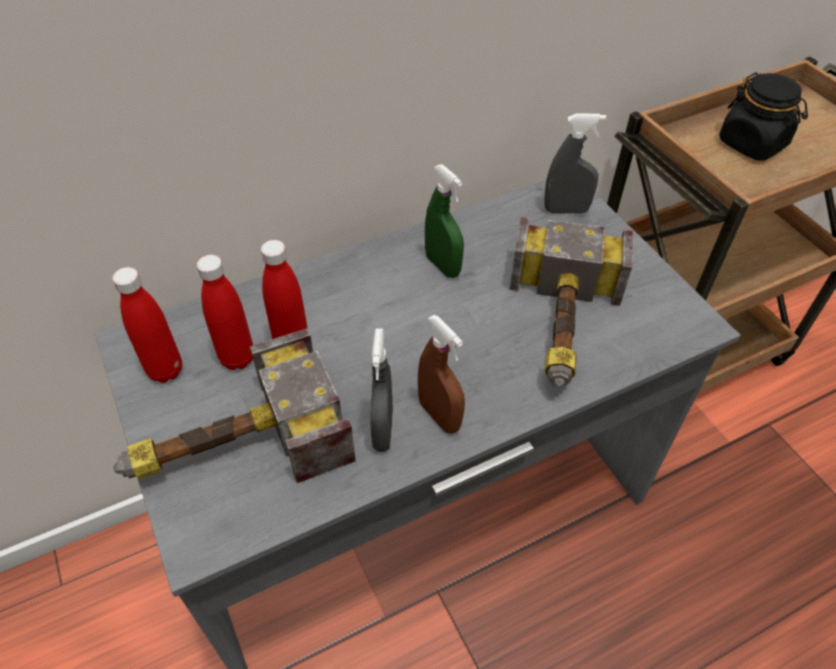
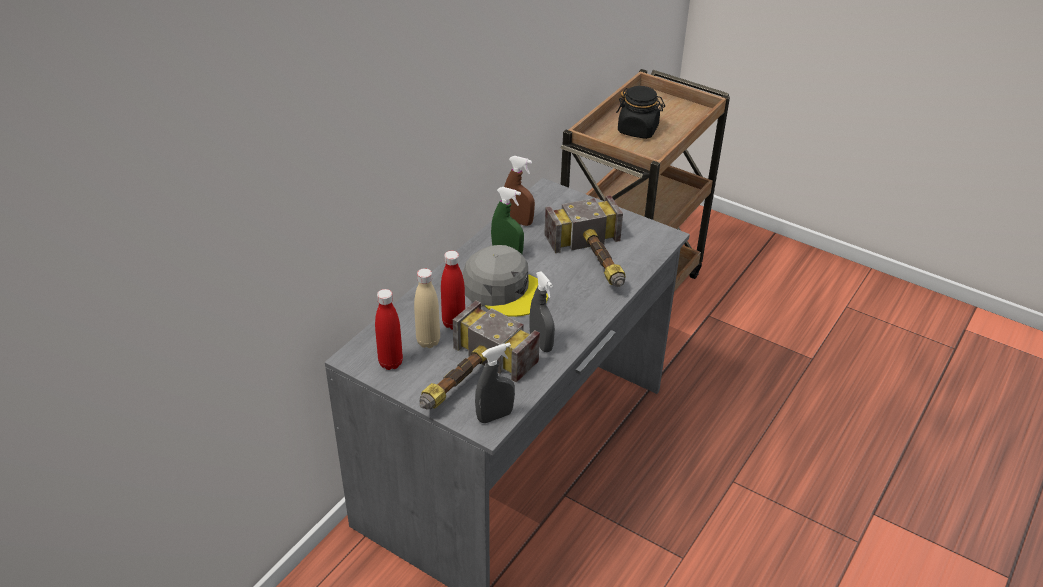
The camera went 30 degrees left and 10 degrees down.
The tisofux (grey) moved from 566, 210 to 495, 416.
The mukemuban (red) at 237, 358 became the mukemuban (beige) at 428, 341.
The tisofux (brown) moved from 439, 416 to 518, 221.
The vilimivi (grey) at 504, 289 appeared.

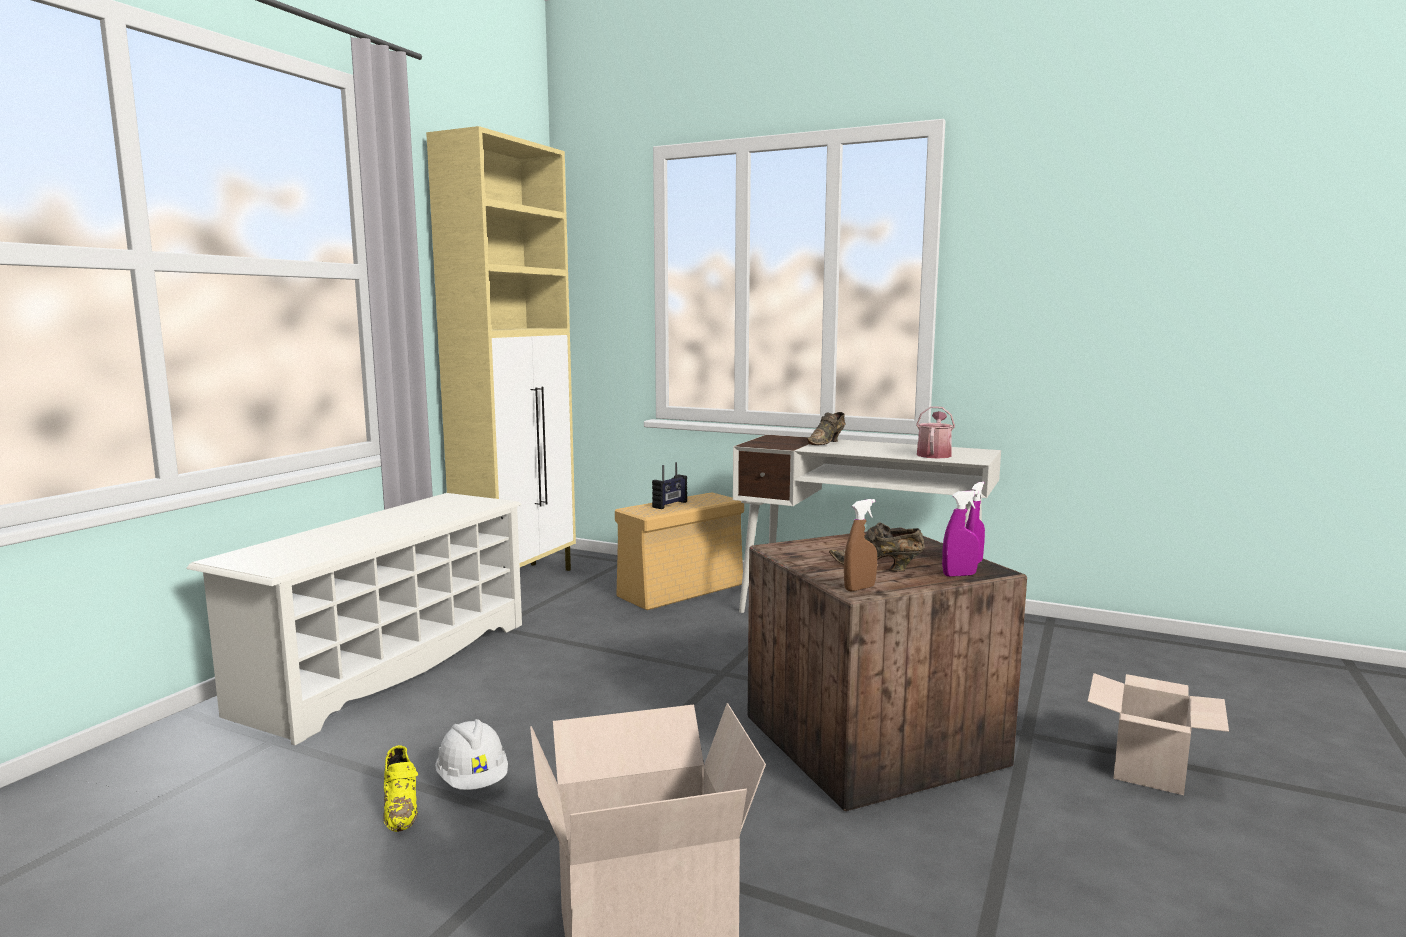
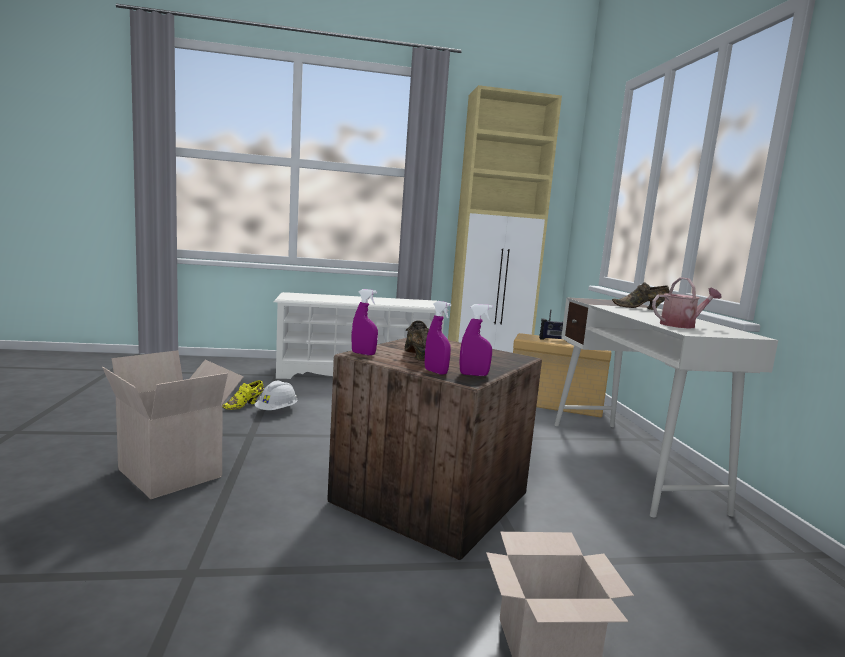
The camera went 55 degrees right and 0 degrees up.
The tisofux (brown) at 859, 588 became the tisofux (purple) at 363, 354.

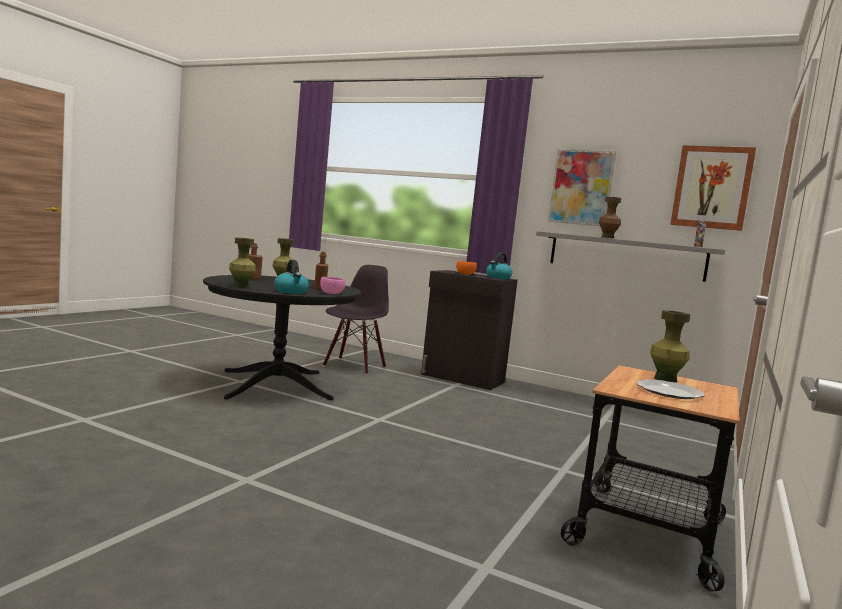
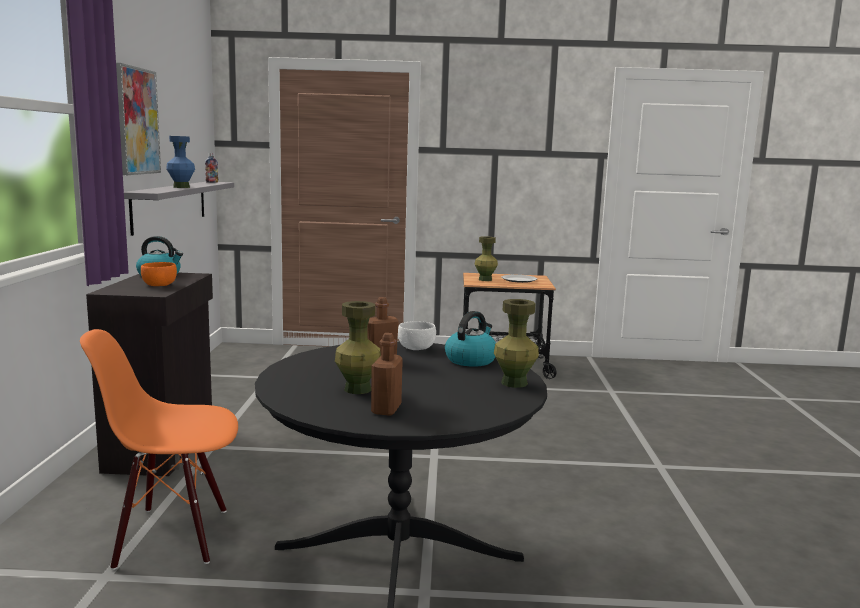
The camera went 115 degrees left and 5 degrees up.
The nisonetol at 712, 187 disappeared.
The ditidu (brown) at 607, 237 became the ditidu (blue) at 181, 187.
The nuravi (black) at 354, 366 became the nuravi (orange) at 173, 536.
The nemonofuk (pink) at 332, 293 became the nemonofuk (white) at 415, 348.

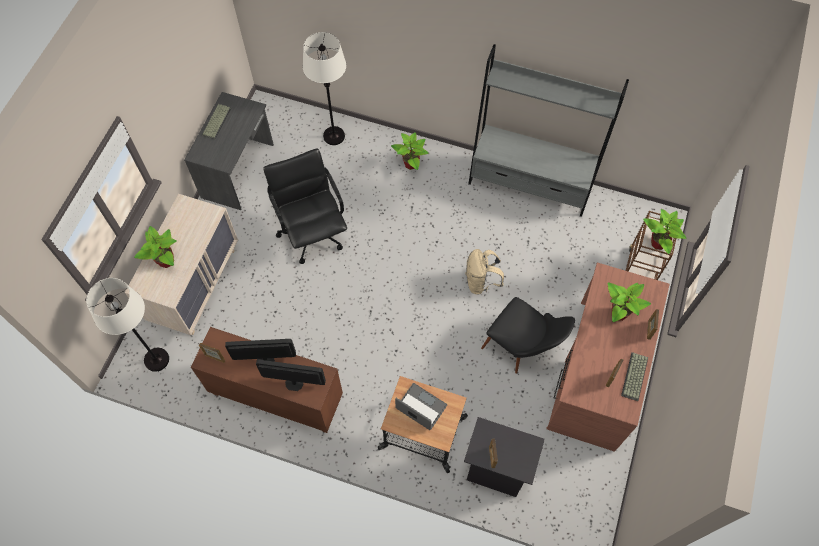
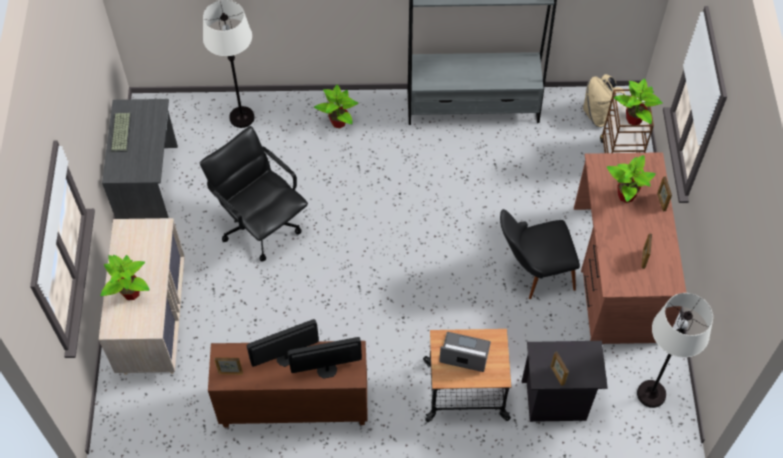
The camera went 20 degrees left and 5 degrees down.
The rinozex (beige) moved from 481, 282 to 599, 115.
The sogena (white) moved from 156, 360 to 651, 394.
The nuravi (black) at 522, 348 turned 150 degrees clockwise.
The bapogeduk at 635, 377 disappeared.

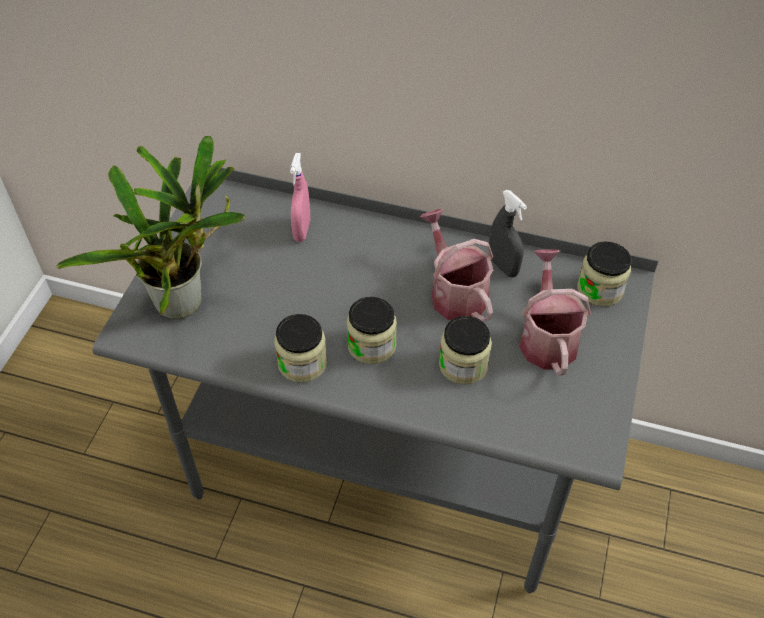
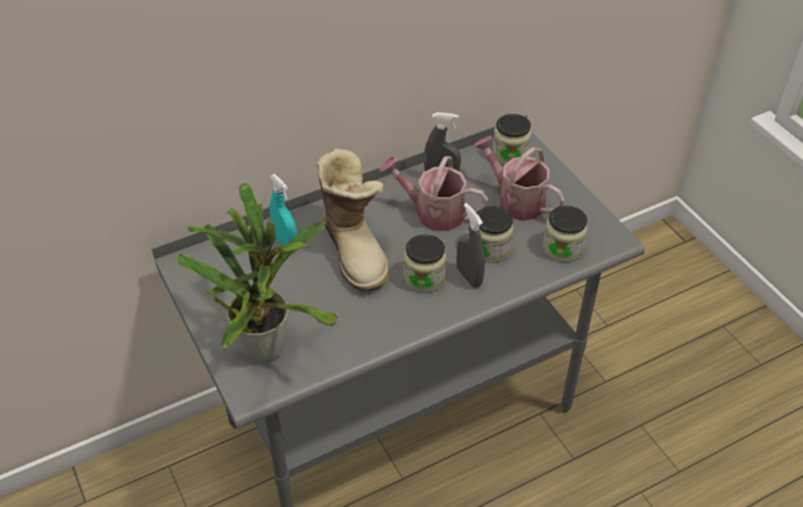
The camera went 45 degrees left and 5 degrees down.
The tisofux (pink) at 302, 230 became the tisofux (turquoise) at 286, 243.
The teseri moved from 302, 363 to 562, 248.
The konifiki at 356, 250 appeared.
The tisofux (grey) at 469, 277 appeared.

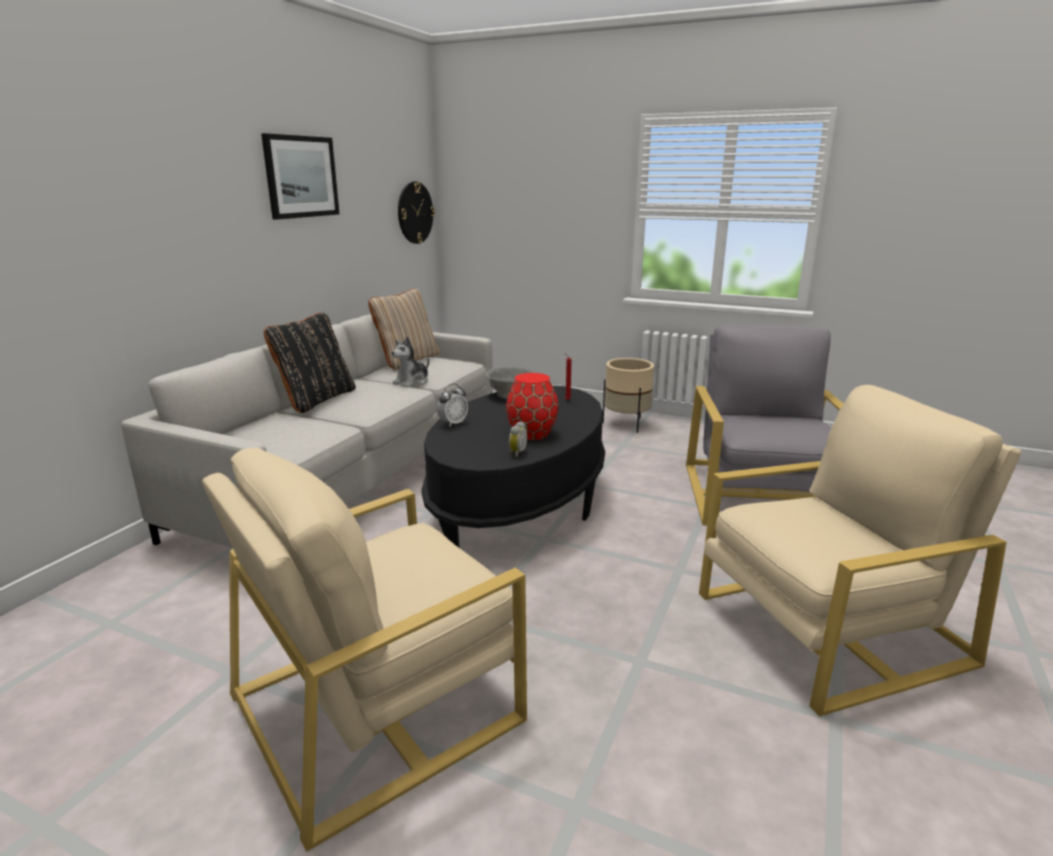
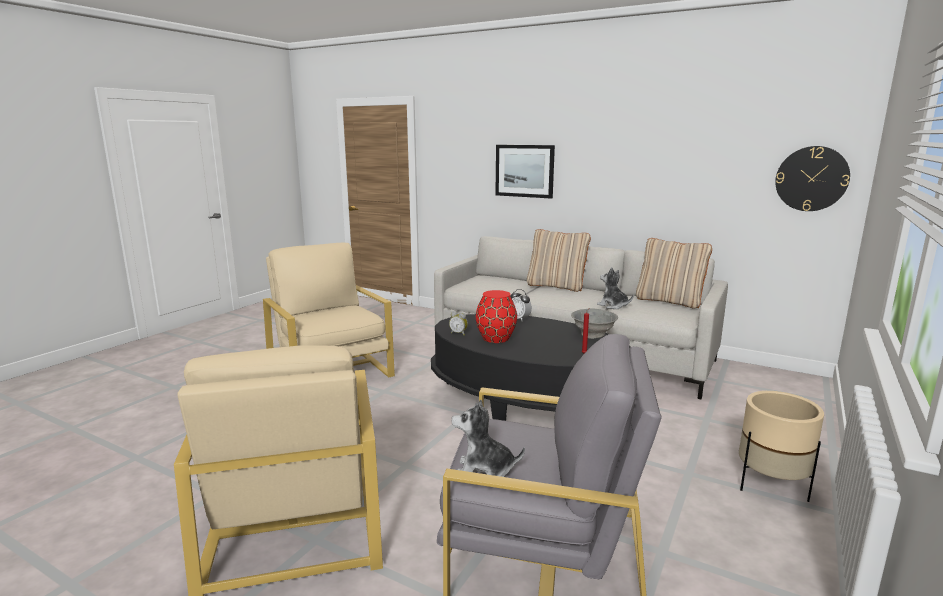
The camera went 95 degrees right and 5 degrees down.
The nisonetol moved from 301, 177 to 524, 171.
The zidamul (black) at 316, 400 became the zidamul (beige) at 556, 286.
The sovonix at 484, 471 appeared.

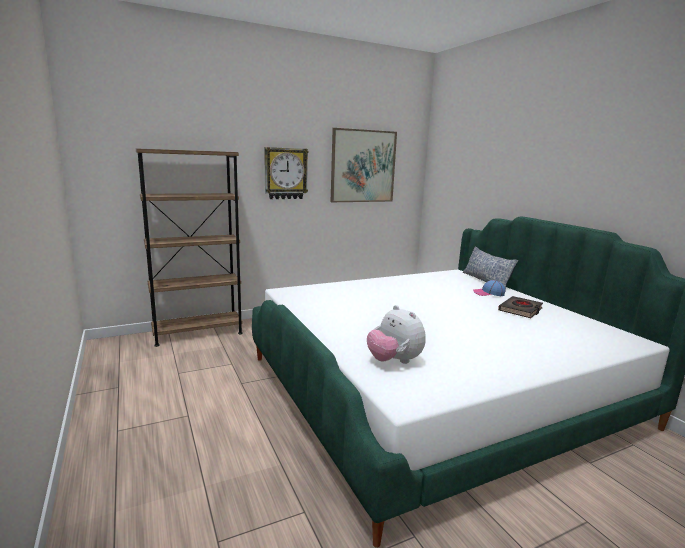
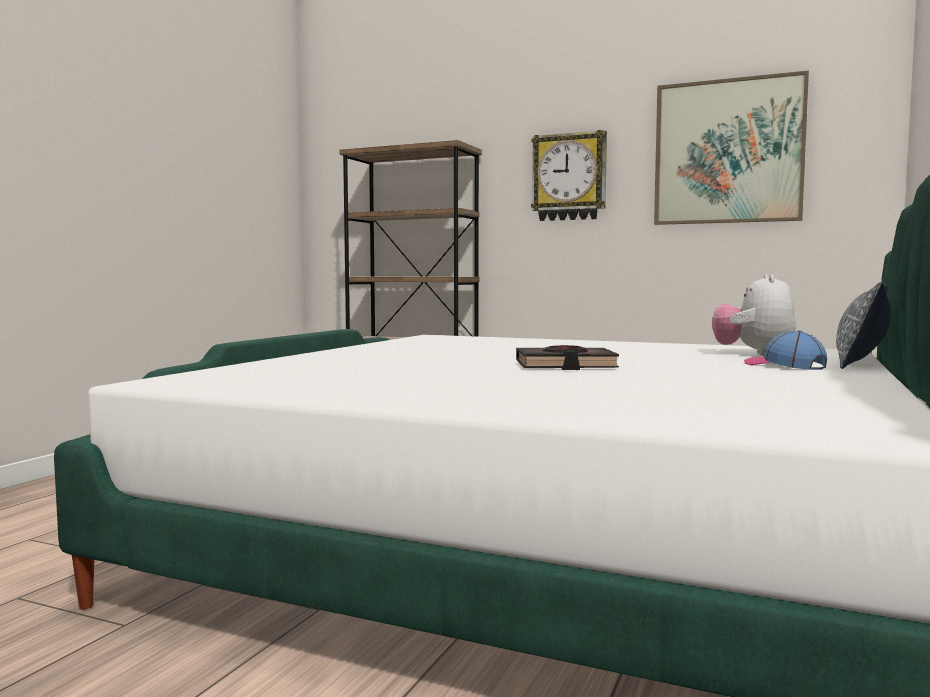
The camera went 50 degrees right and 10 degrees down.
The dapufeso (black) moved from 520, 310 to 565, 366.
The sovonix moved from 394, 361 to 753, 354.

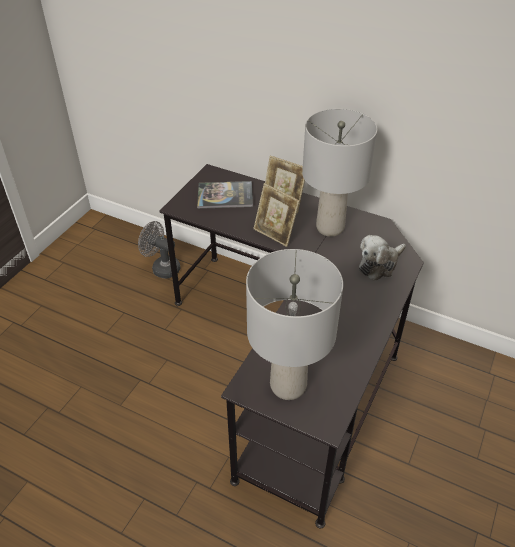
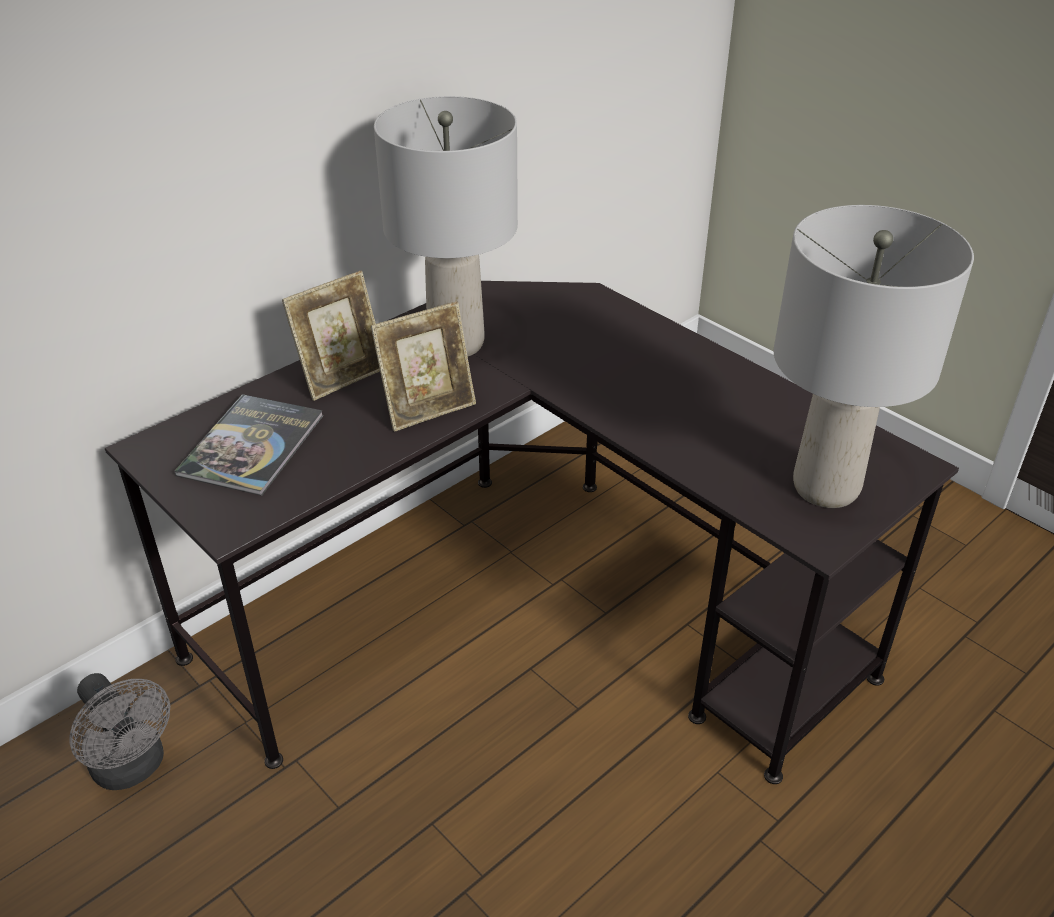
The camera went 70 degrees left and 5 degrees down.
The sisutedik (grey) at 162, 268 turned 90 degrees counterclockwise.
The sovonix at 379, 265 disappeared.

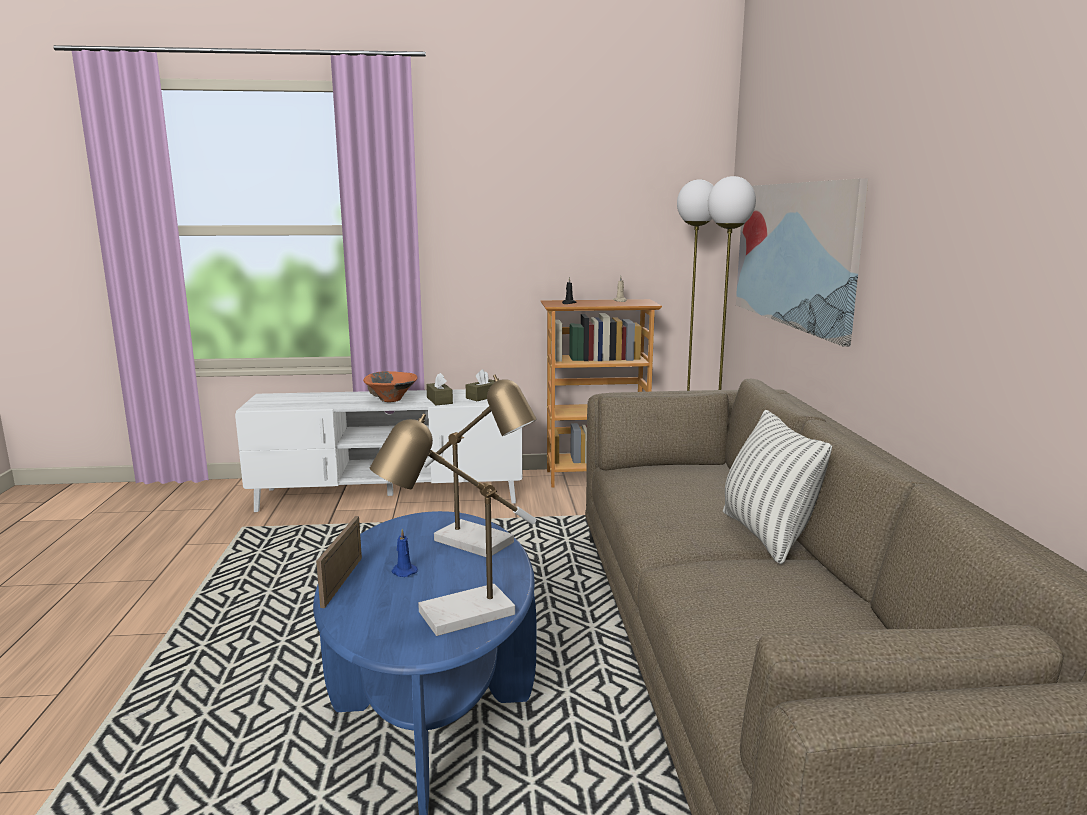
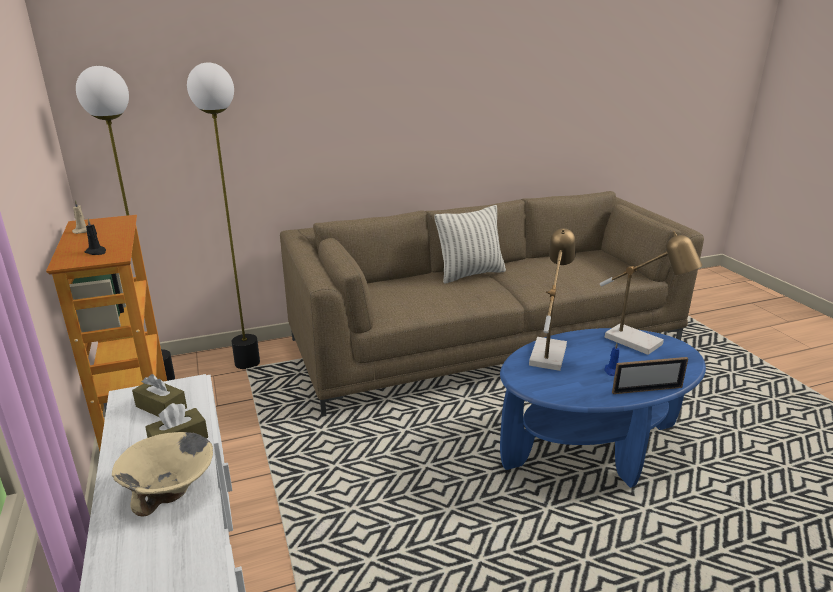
The camera went 105 degrees left and 10 degrees up.
The nisonetol at 792, 254 disappeared.
The nemonofuk (orange) at 391, 400 became the nemonofuk (beige) at 170, 491.

